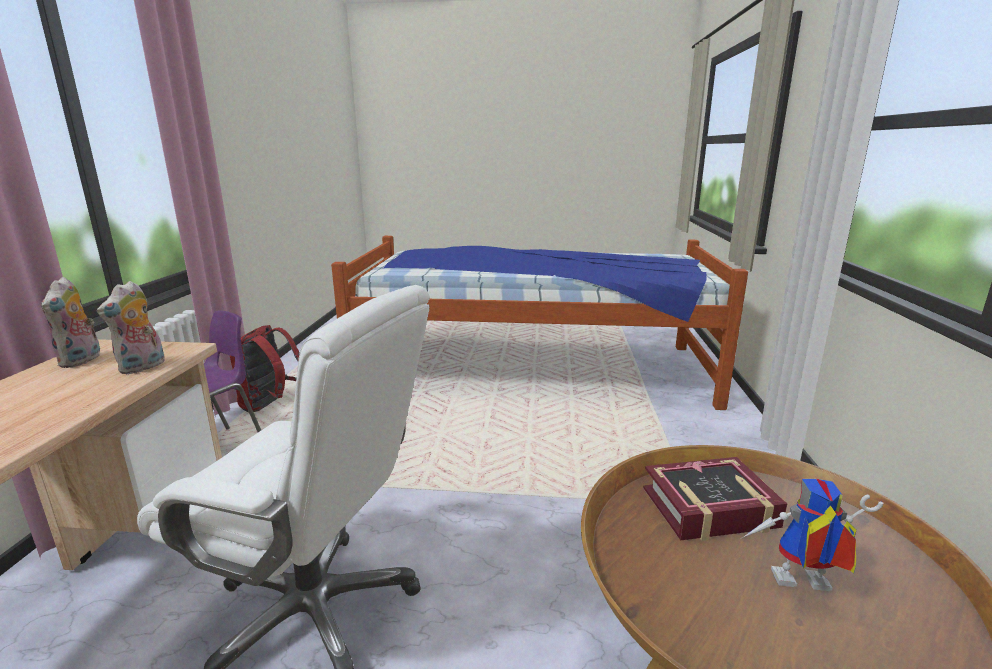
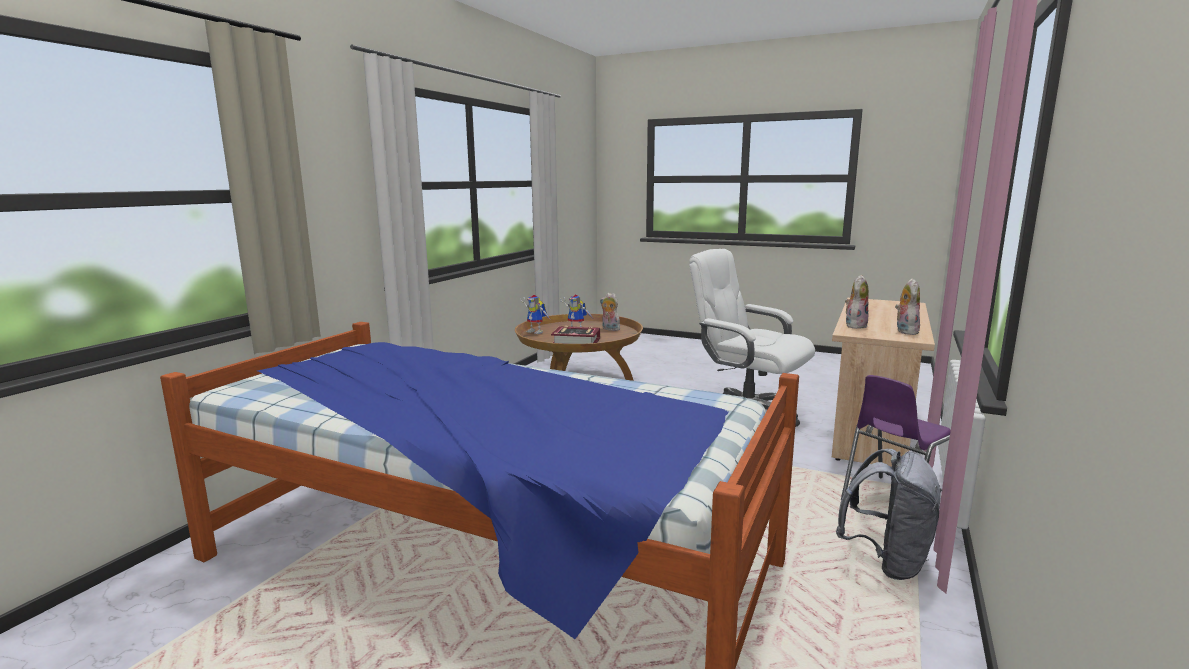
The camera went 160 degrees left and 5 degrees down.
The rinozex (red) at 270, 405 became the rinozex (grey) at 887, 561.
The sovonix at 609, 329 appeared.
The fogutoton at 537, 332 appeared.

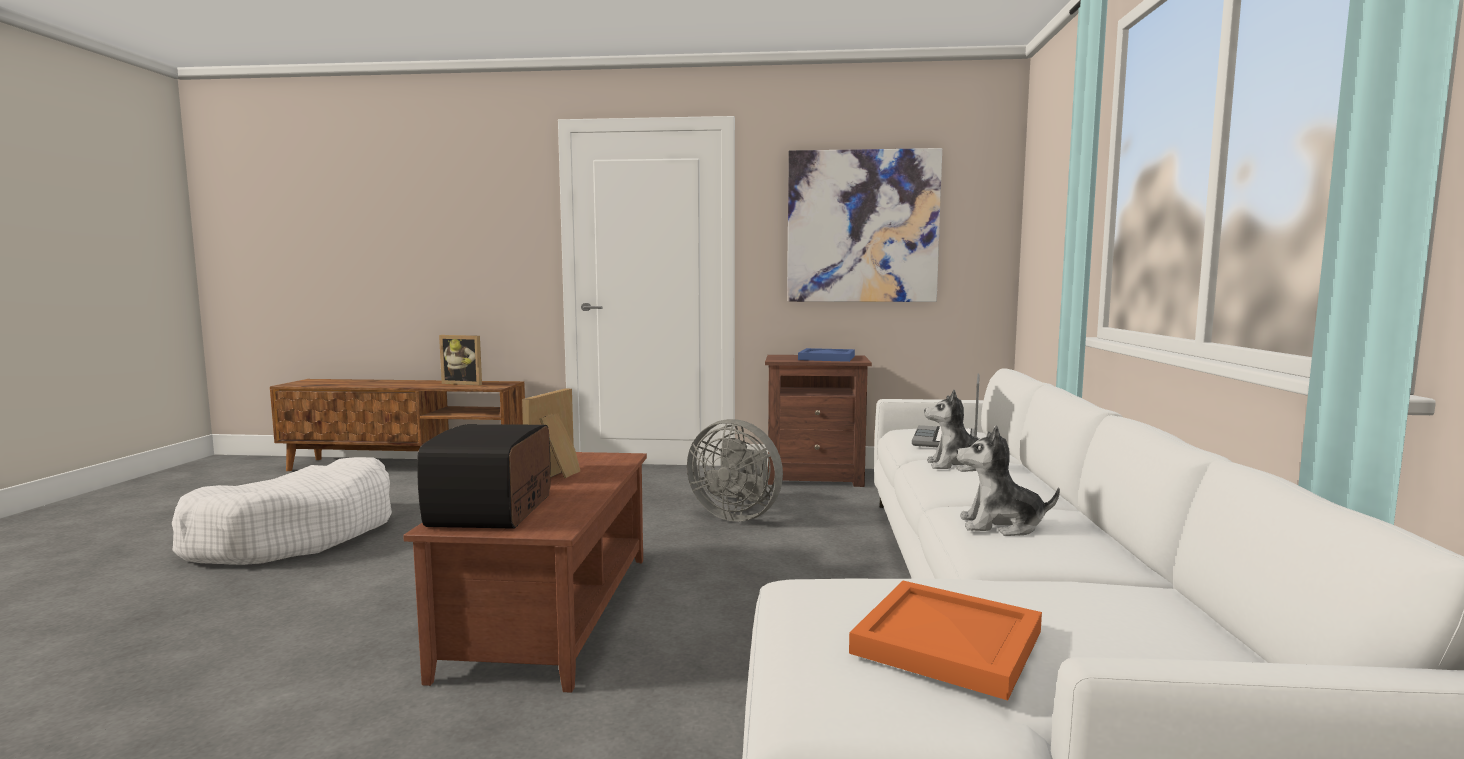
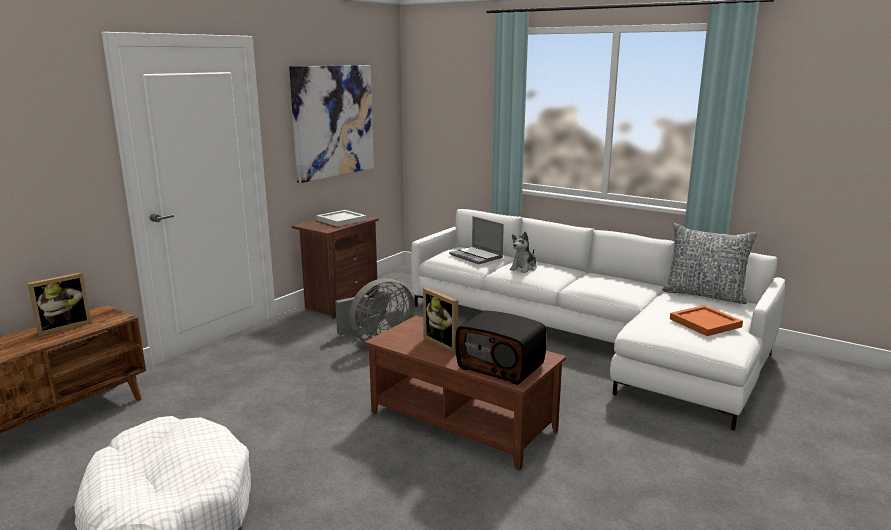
The camera went 60 degrees left and 10 degrees up.
The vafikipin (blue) at 826, 358 became the vafikipin (white) at 341, 220.
The sovonix at 1001, 526 disappeared.
The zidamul at 704, 295 appeared.

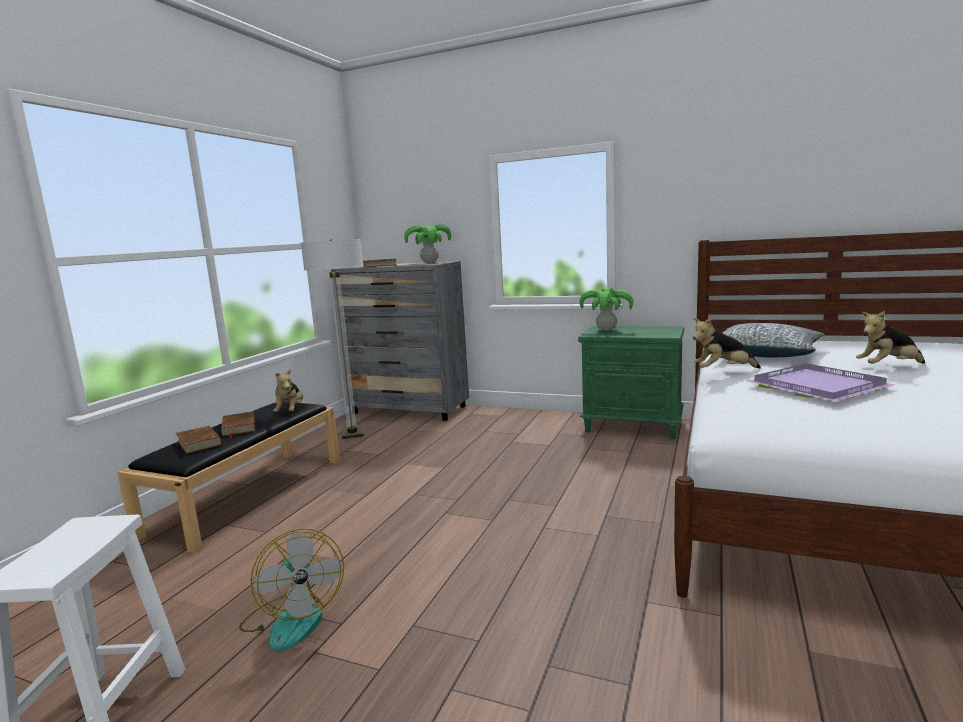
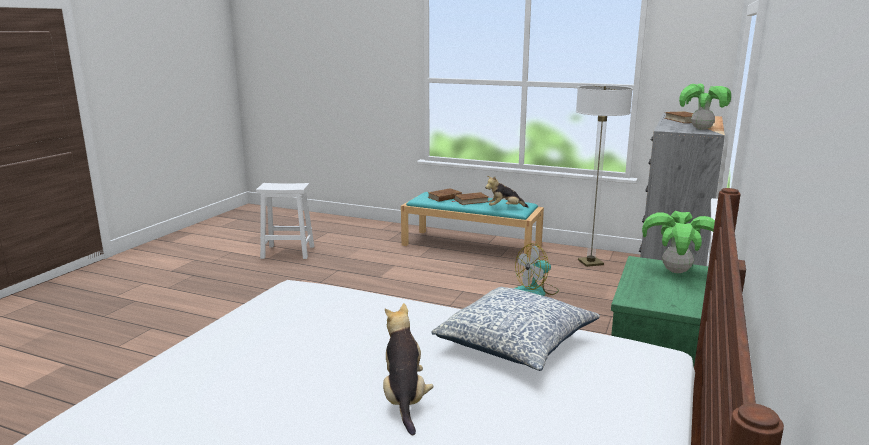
The camera went 90 degrees right and 5 degrees up.
The sovonix at 723, 371 disappeared.
The vafikipin (purple) at 814, 387 disappeared.
The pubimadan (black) at 249, 494 became the pubimadan (turquoise) at 472, 246.
The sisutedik moved from 293, 619 to 536, 291.

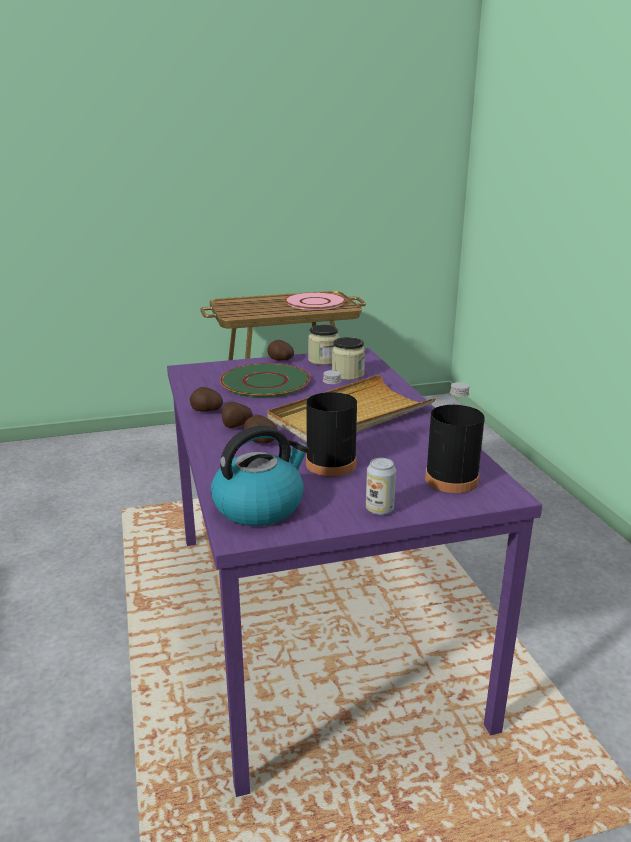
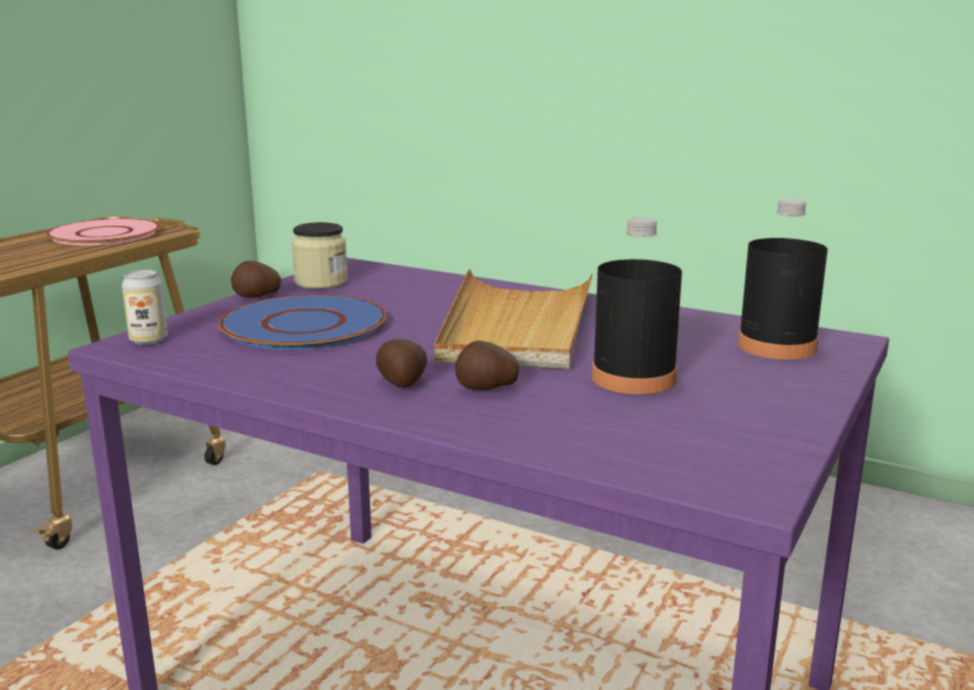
The camera went 45 degrees left and 5 degrees down.
The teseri at 348, 374 disappeared.
The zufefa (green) at 266, 382 became the zufefa (blue) at 305, 325.
The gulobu at 207, 411 disappeared.
The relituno at 259, 506 disappeared.
The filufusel moved from 379, 509 to 148, 340.

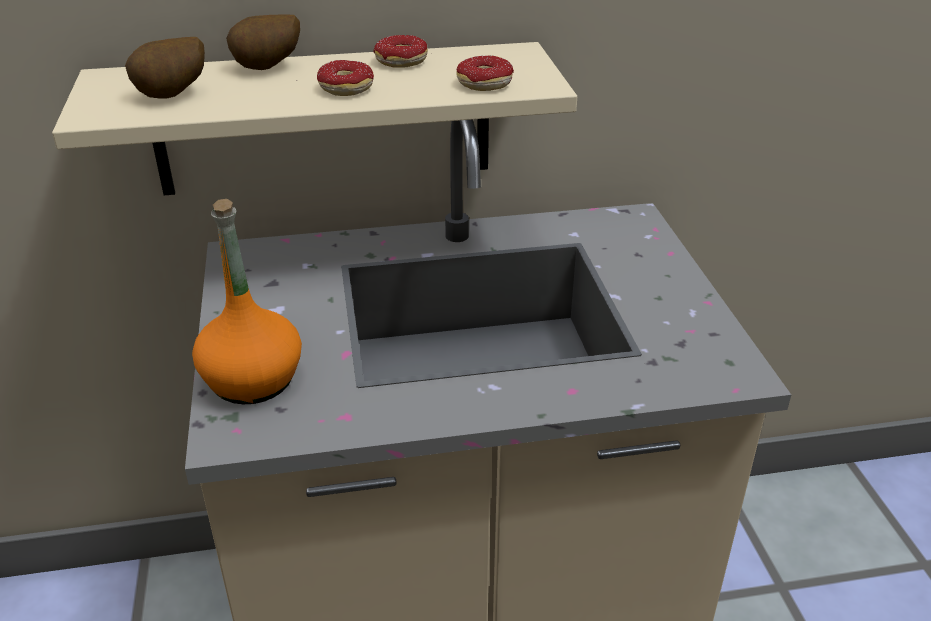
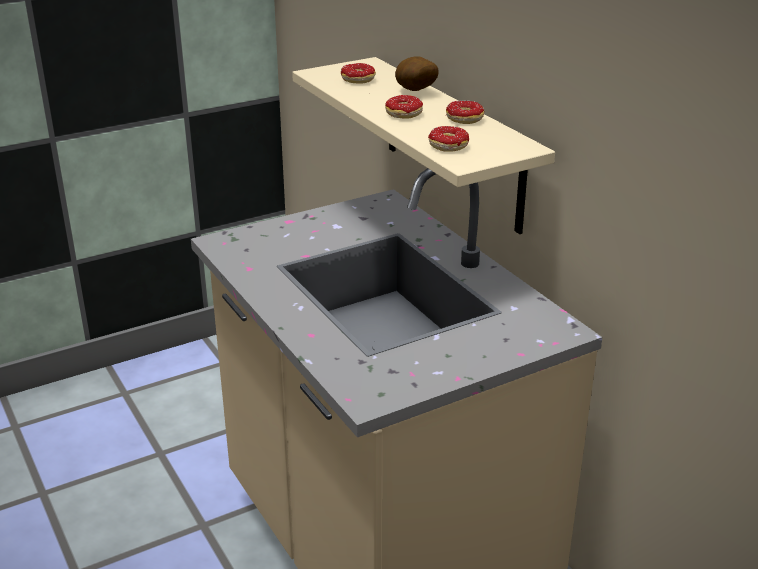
The camera went 70 degrees right and 5 degrees down.
The gulobu at 173, 97 was replaced by the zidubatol at 354, 81.
The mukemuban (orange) at 253, 380 disappeared.

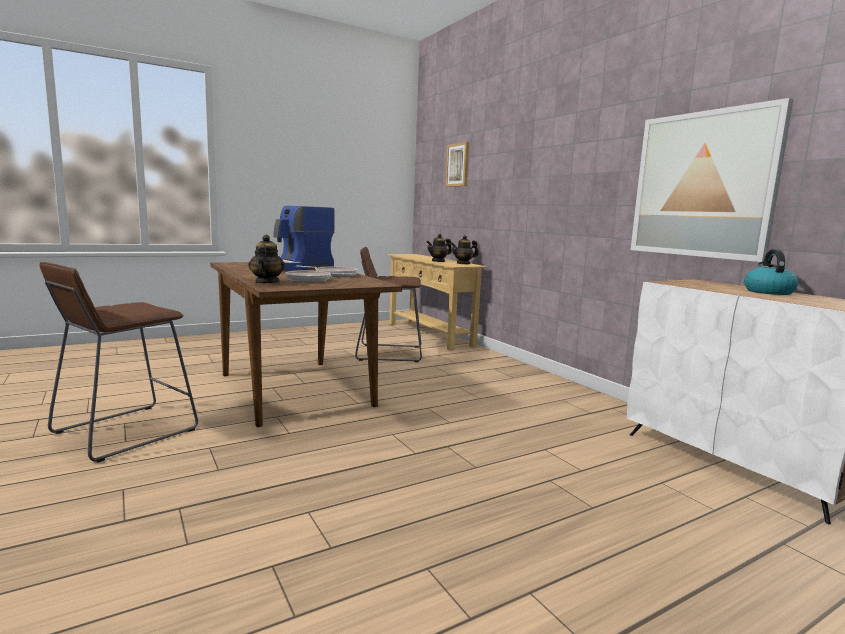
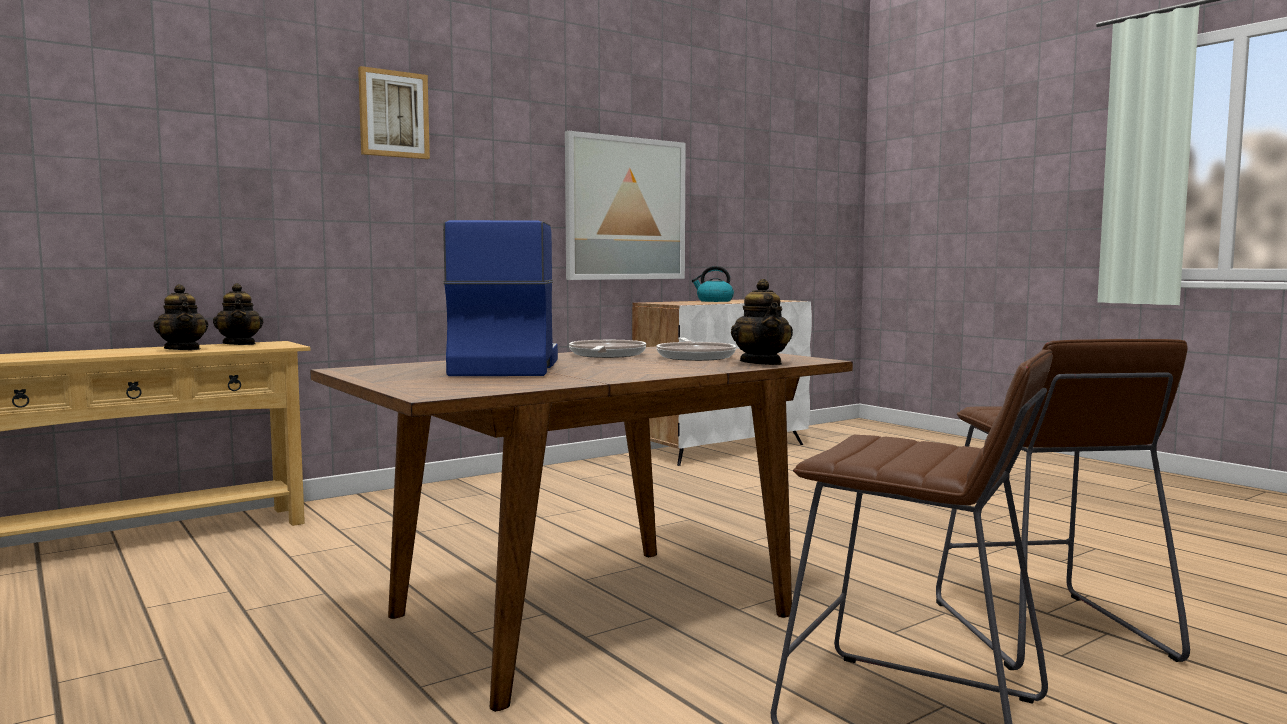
The camera went 95 degrees left and 5 degrees down.
The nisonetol moved from 458, 165 to 393, 114.
The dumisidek at 296, 268 turned 135 degrees counterclockwise.
The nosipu at 266, 282 turned 90 degrees counterclockwise.
The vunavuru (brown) moved from 389, 353 to 1048, 631.

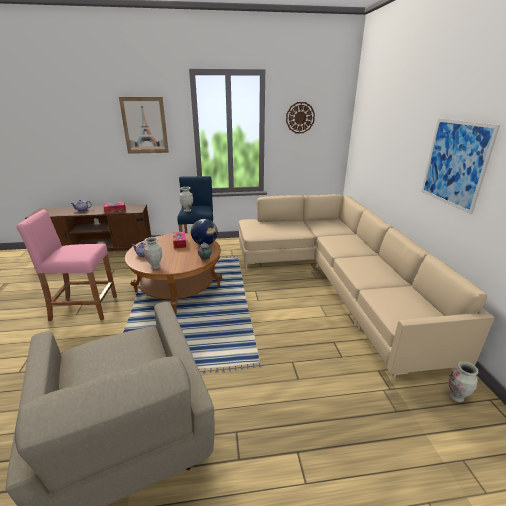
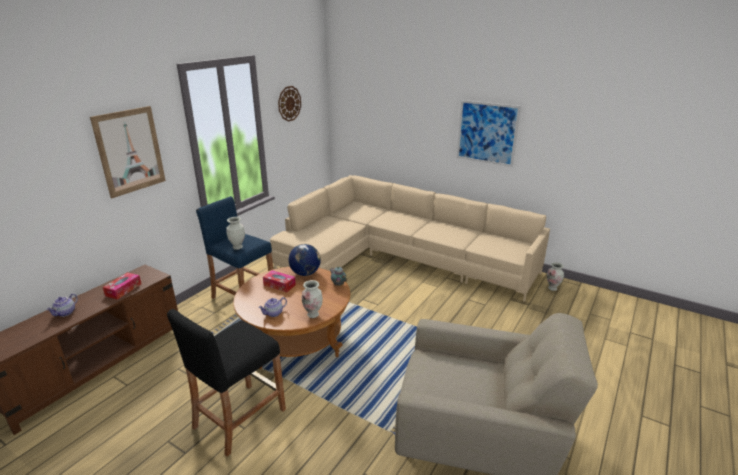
The camera went 50 degrees left and 0 degrees up.
The vunavuru (pink) at 84, 308 became the vunavuru (black) at 239, 418.

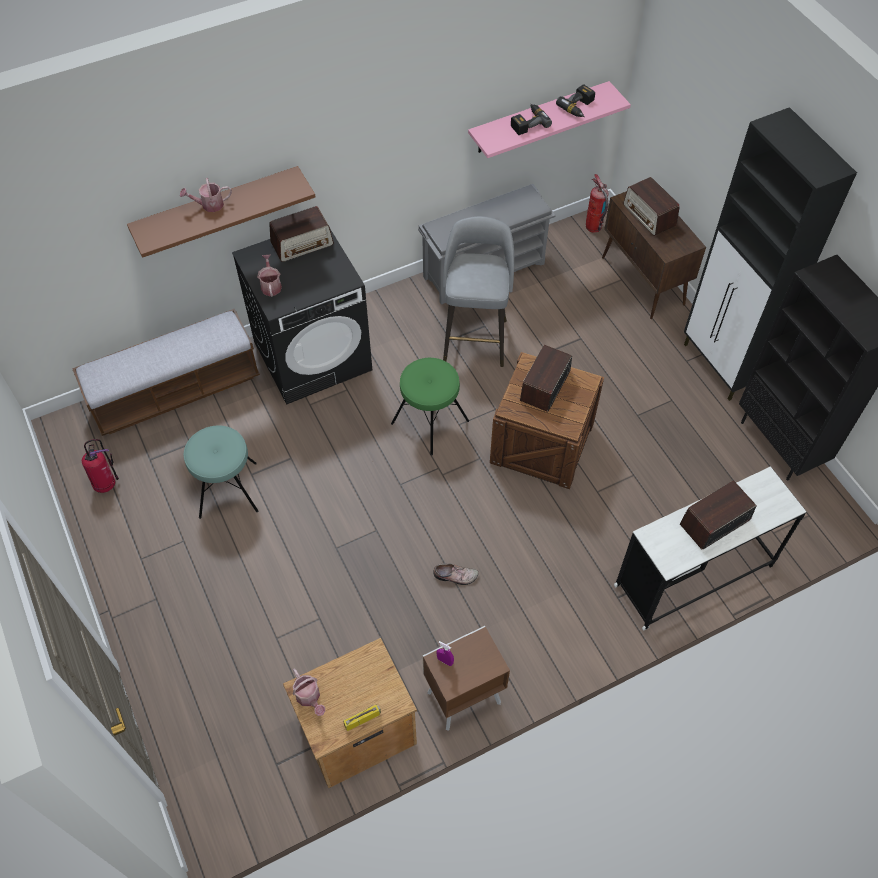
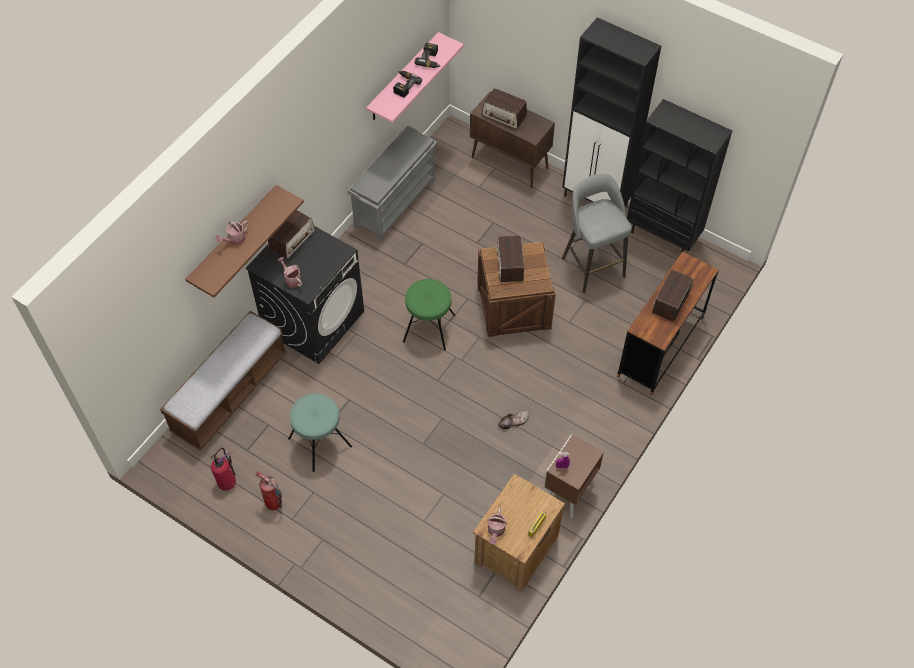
The camera went 30 degrees left and 0 degrees up.
The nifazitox moved from 593, 227 to 273, 503.
The vunavuru (grey) moved from 475, 338 to 592, 265.
The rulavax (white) at 693, 576 became the rulavax (brown) at 661, 346.
The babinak at 309, 698 turned 75 degrees clockwise.

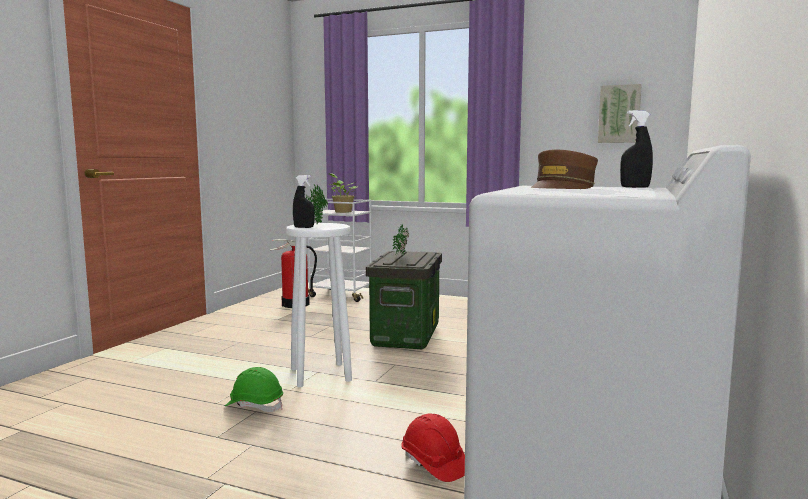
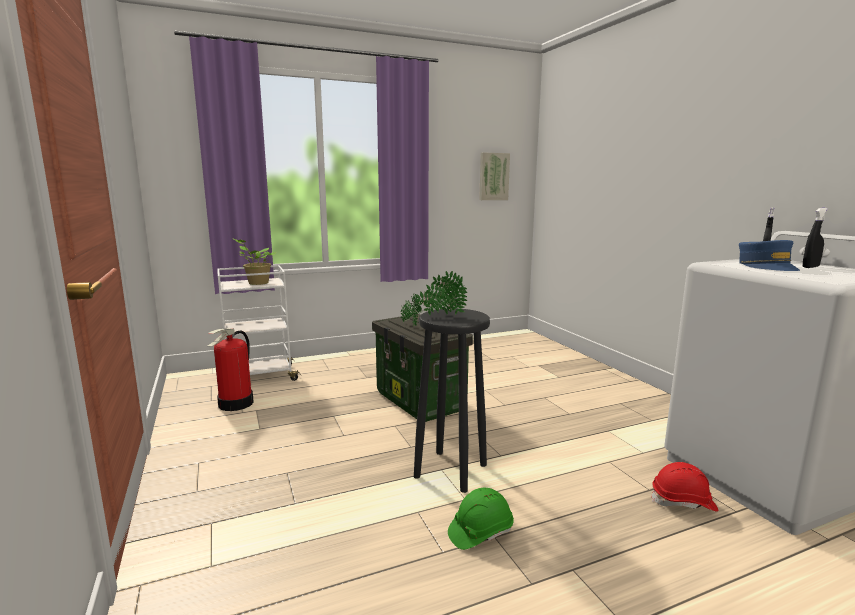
The camera went 45 degrees left and 5 degrees up.
The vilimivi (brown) at 563, 188 became the vilimivi (blue) at 766, 266.
The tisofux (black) moved from 304, 227 to 810, 267.
The vunavuru (white) at 321, 374 became the vunavuru (black) at 451, 470.

